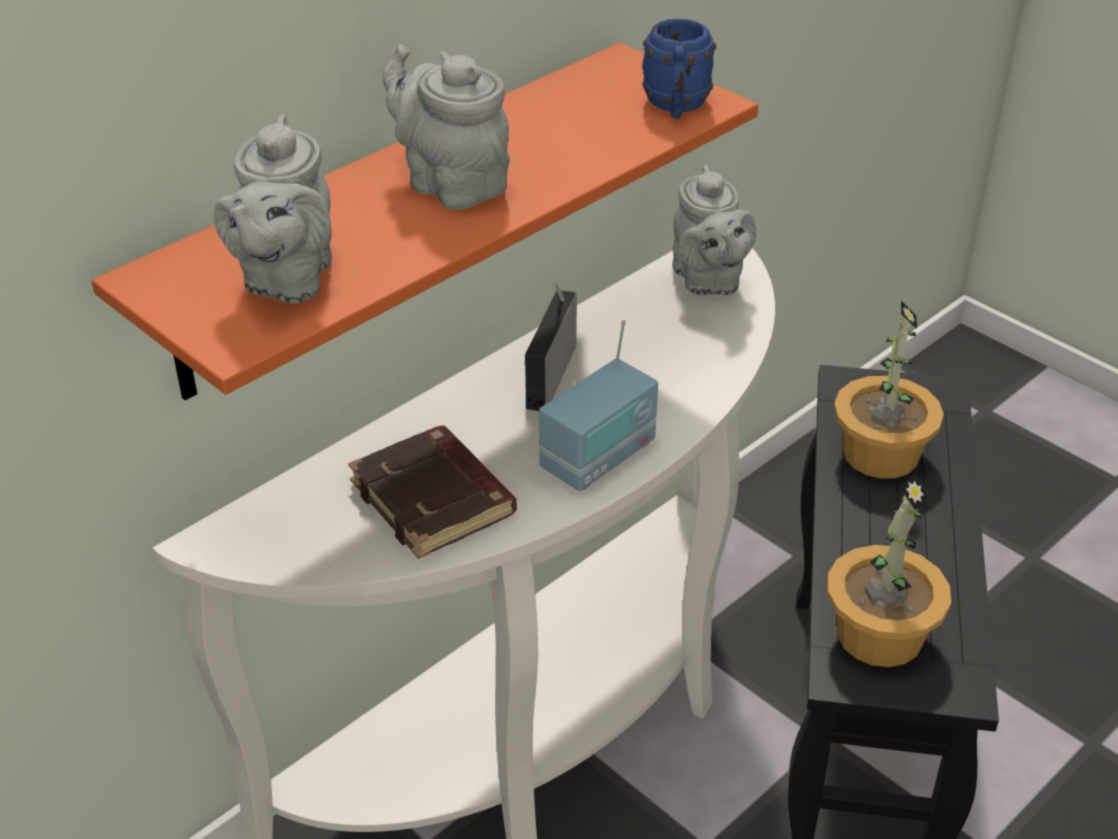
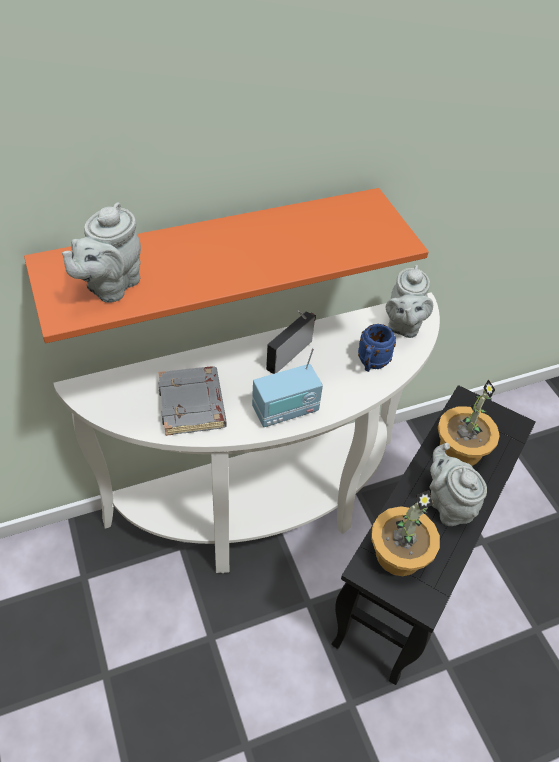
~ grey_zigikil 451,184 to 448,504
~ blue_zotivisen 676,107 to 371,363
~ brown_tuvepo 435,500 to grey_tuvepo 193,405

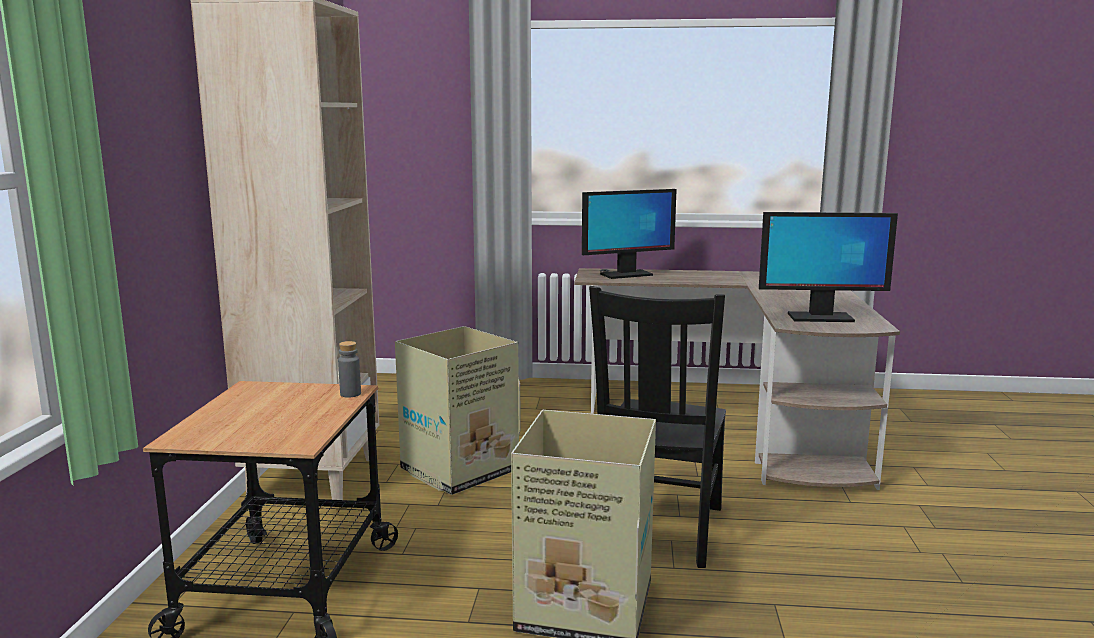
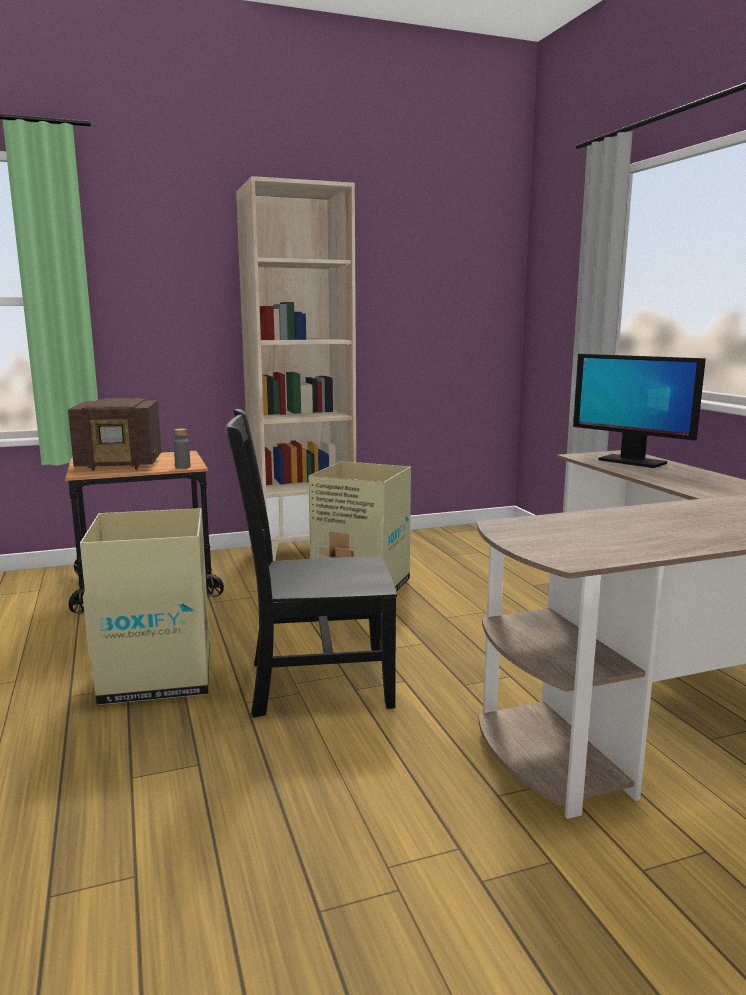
- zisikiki 819,318
+ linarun 122,464

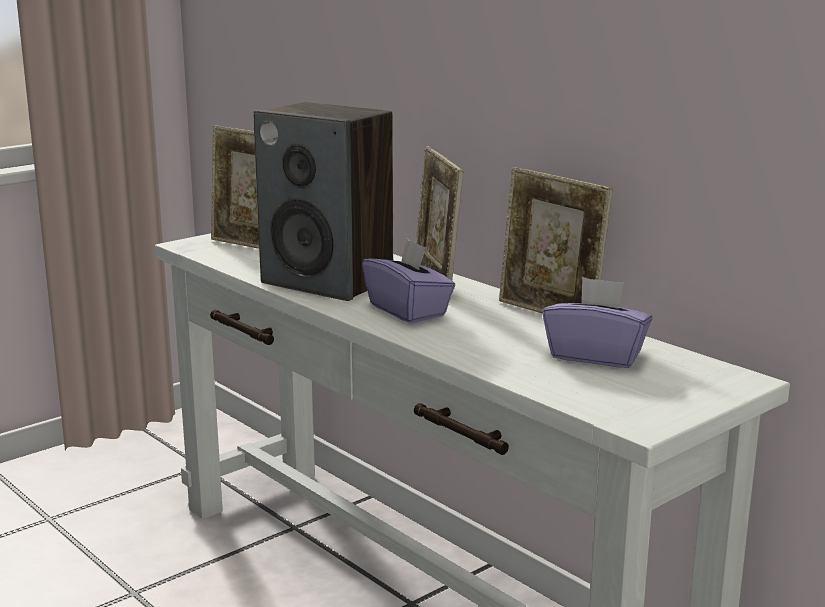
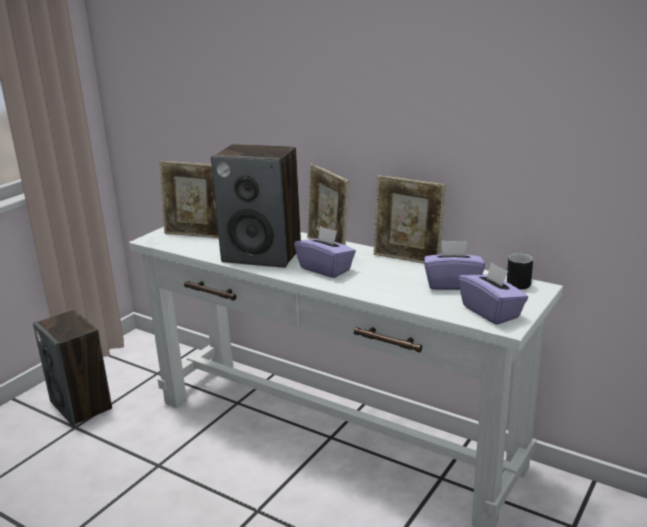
+ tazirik 81,405
+ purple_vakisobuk 491,312
+ black_zotivisen 519,283

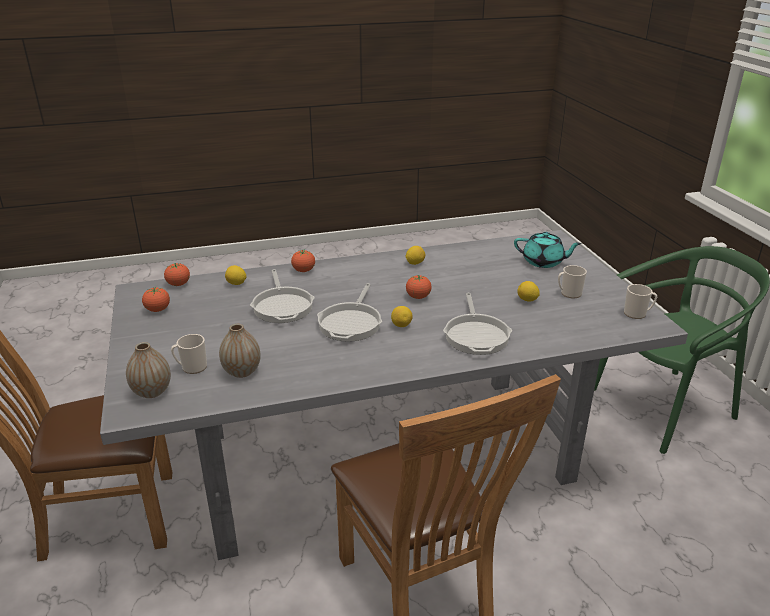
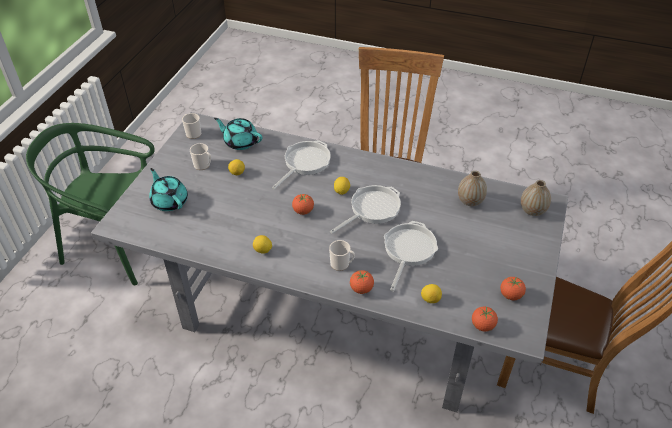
+ turquoise_zigikil 240,142
~ zotivisen 191,367 to 342,264

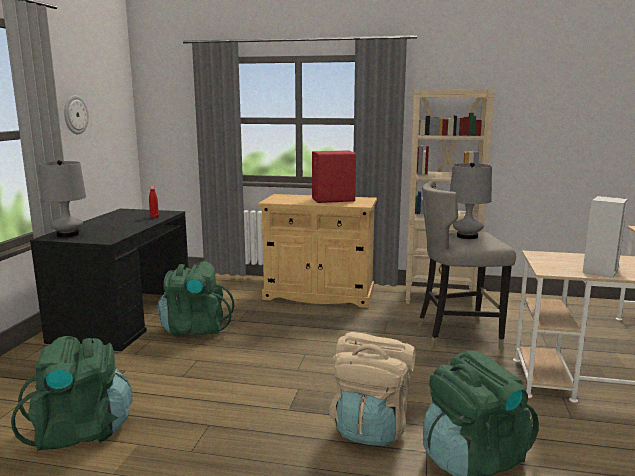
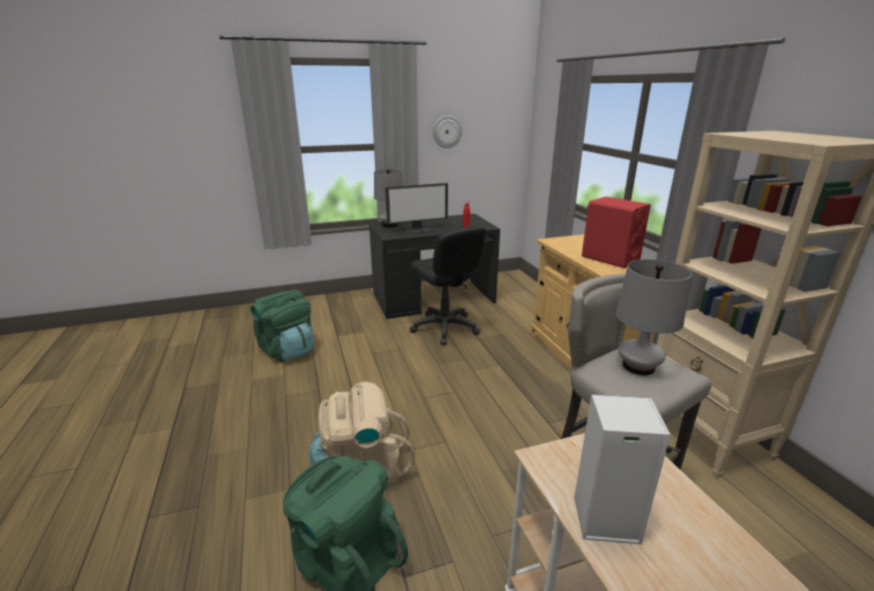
+ zisikiki 418,229
~ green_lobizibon 195,328 to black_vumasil 445,328

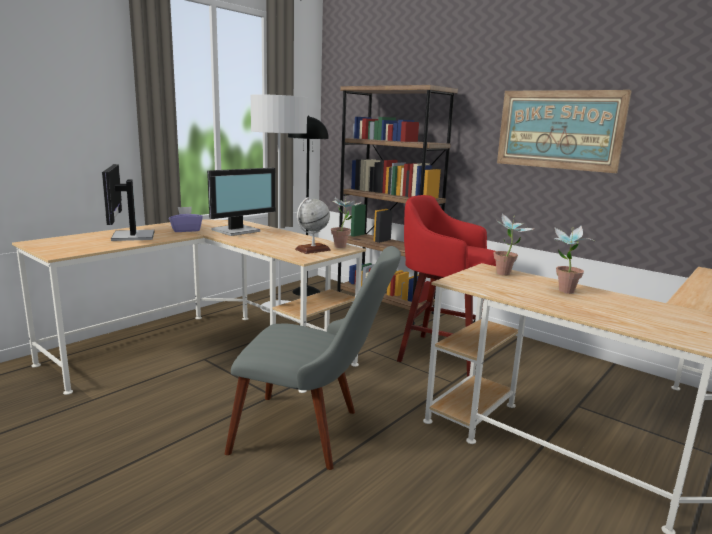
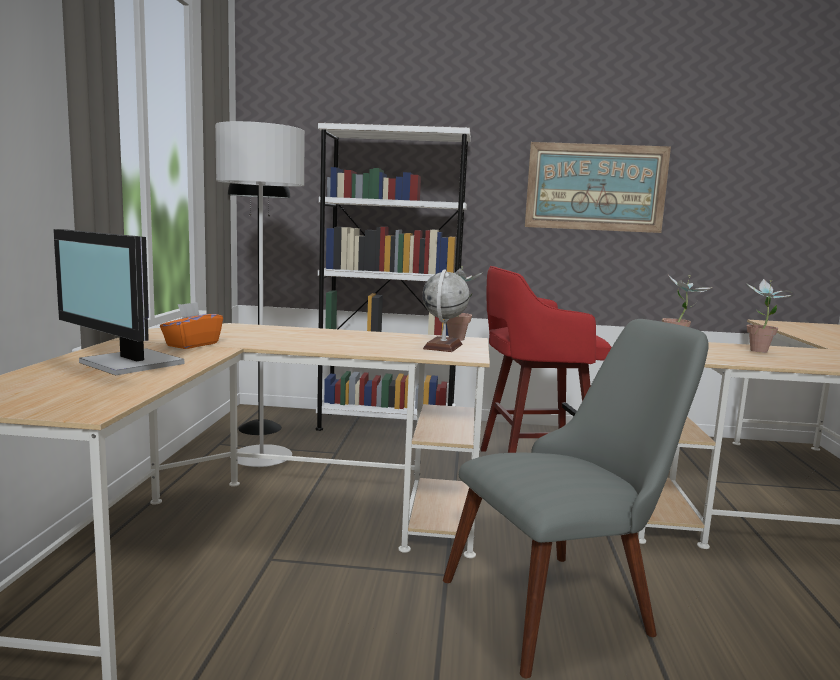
- zisikiki 237,231
~ purple_vakisobuk 186,230 to orange_vakisobuk 192,344
~ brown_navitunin 385,306 to white_navitunin 387,425

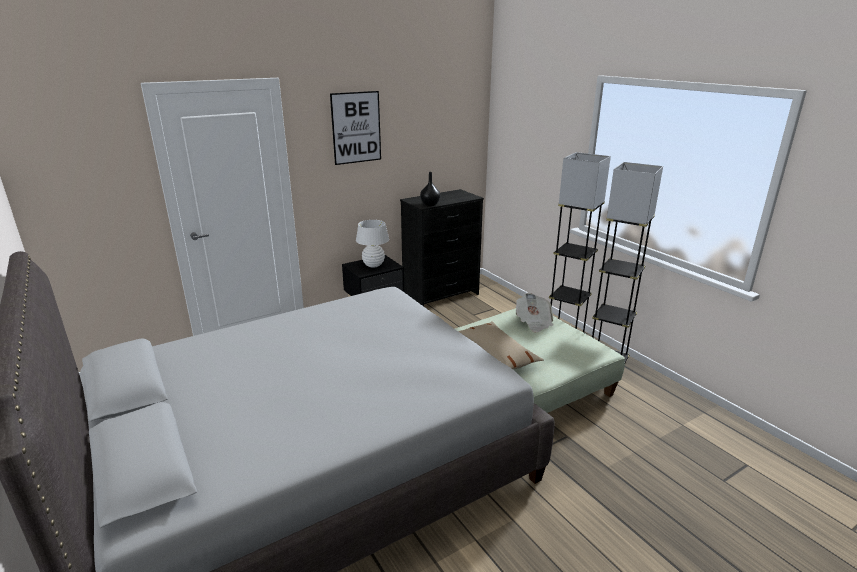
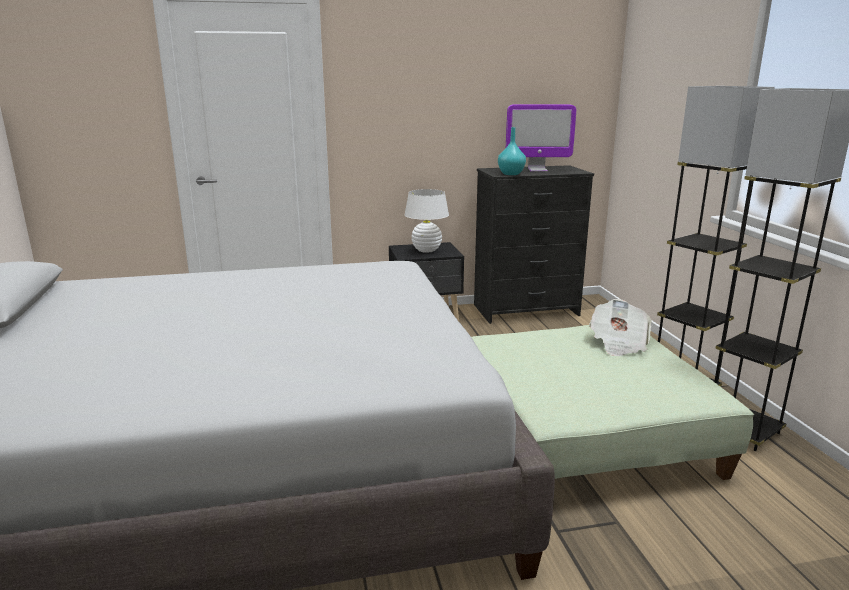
- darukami 356,127
- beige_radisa 498,353
+ zisikiki 537,170
~ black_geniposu 430,204 to turquoise_geniposu 511,174

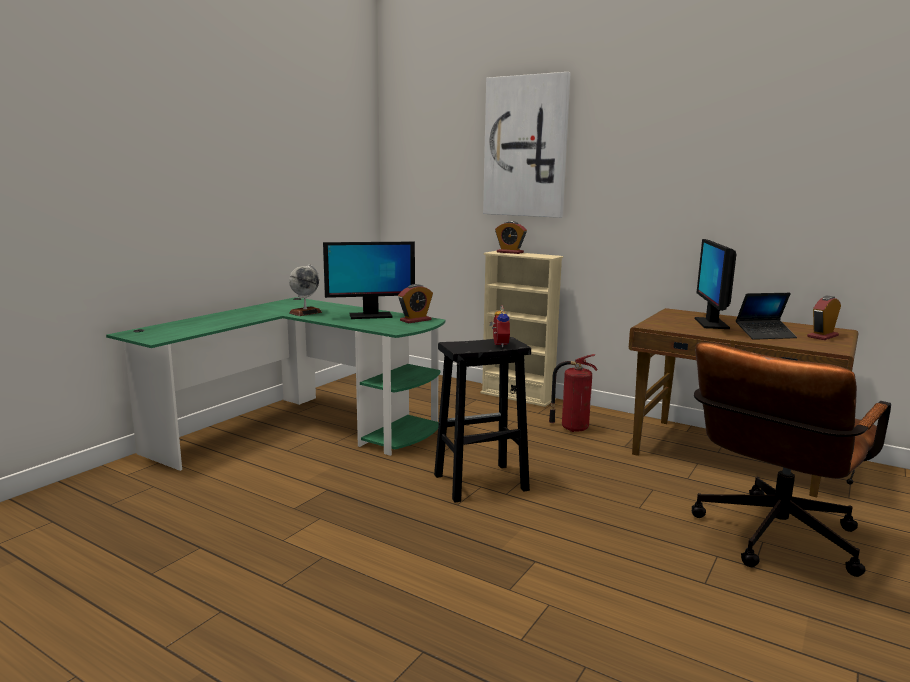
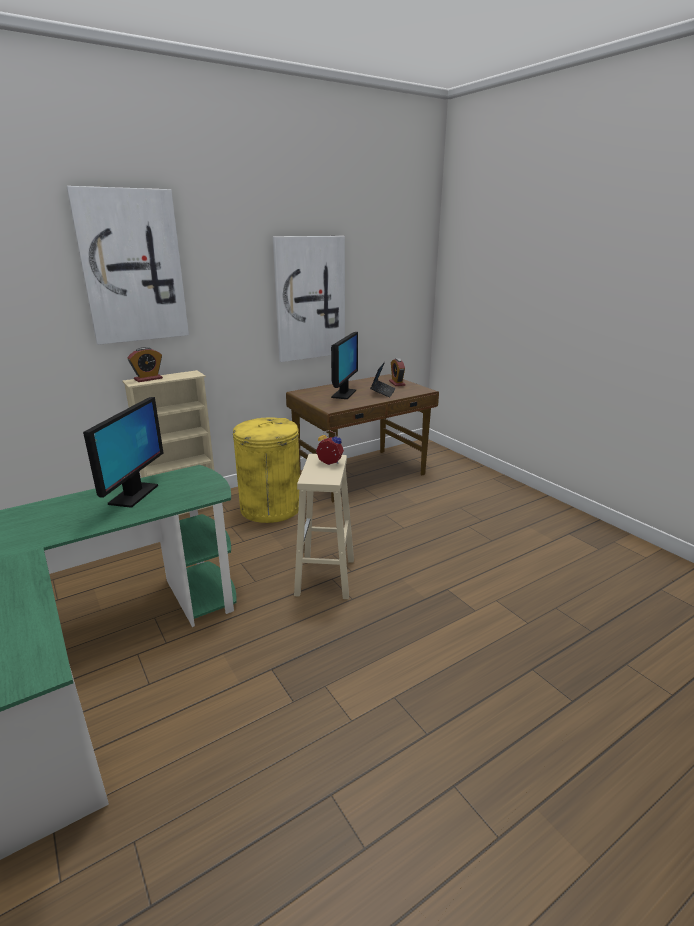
- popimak 305,312
- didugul 415,320
- brown_vumasil 771,540
+ darukami 309,299
~ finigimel 572,428 to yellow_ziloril 271,507
~ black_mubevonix 479,483 to beige_mubevonix 325,578
~ zisikiki 711,323 = 343,394 105 degrees counterclockwise

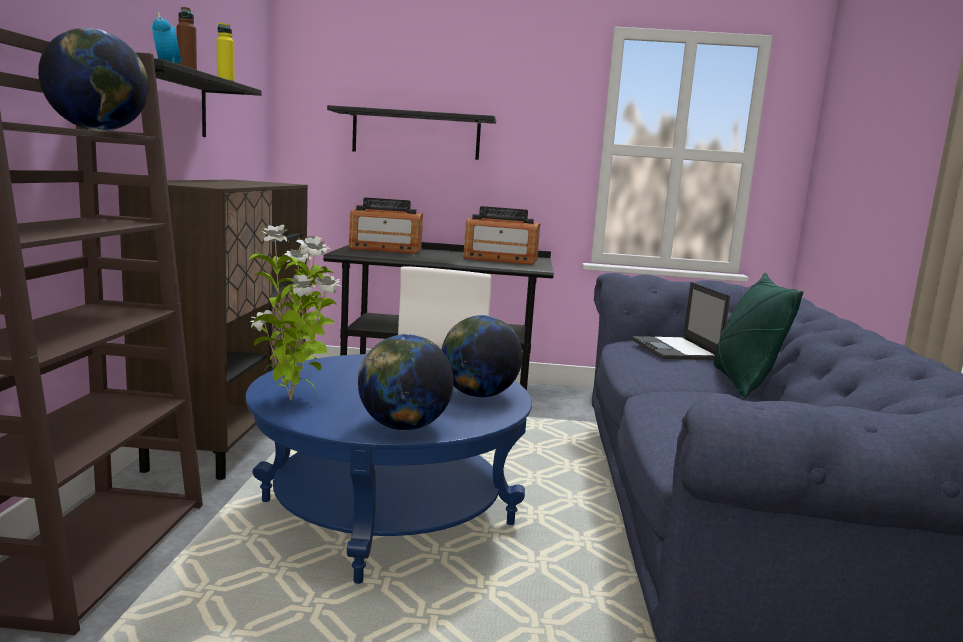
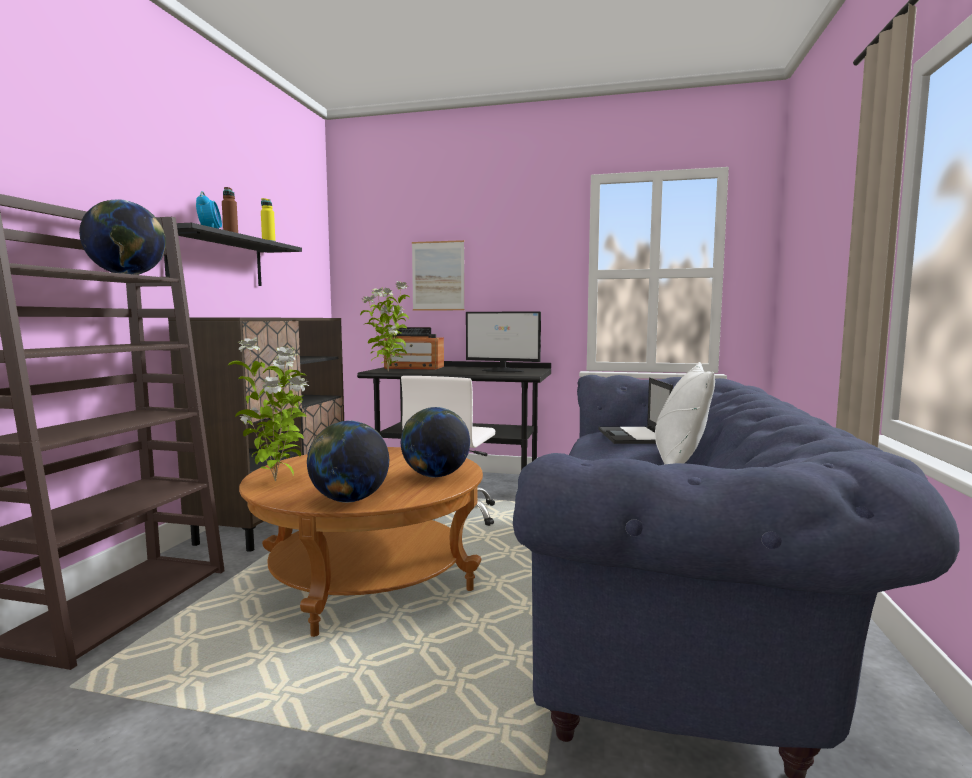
+ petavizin 388,371
~ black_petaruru 416,134 to darukami 438,276
~ linarun 500,259 to zisikiki 503,370
~ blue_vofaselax 387,513 to brown_vofaselax 369,579
~ green_radisa 742,383 to white_radisa 679,462

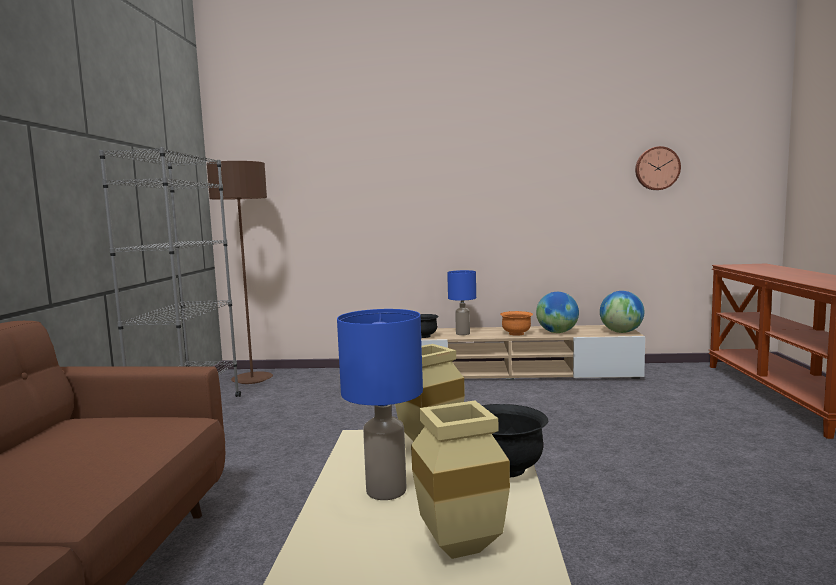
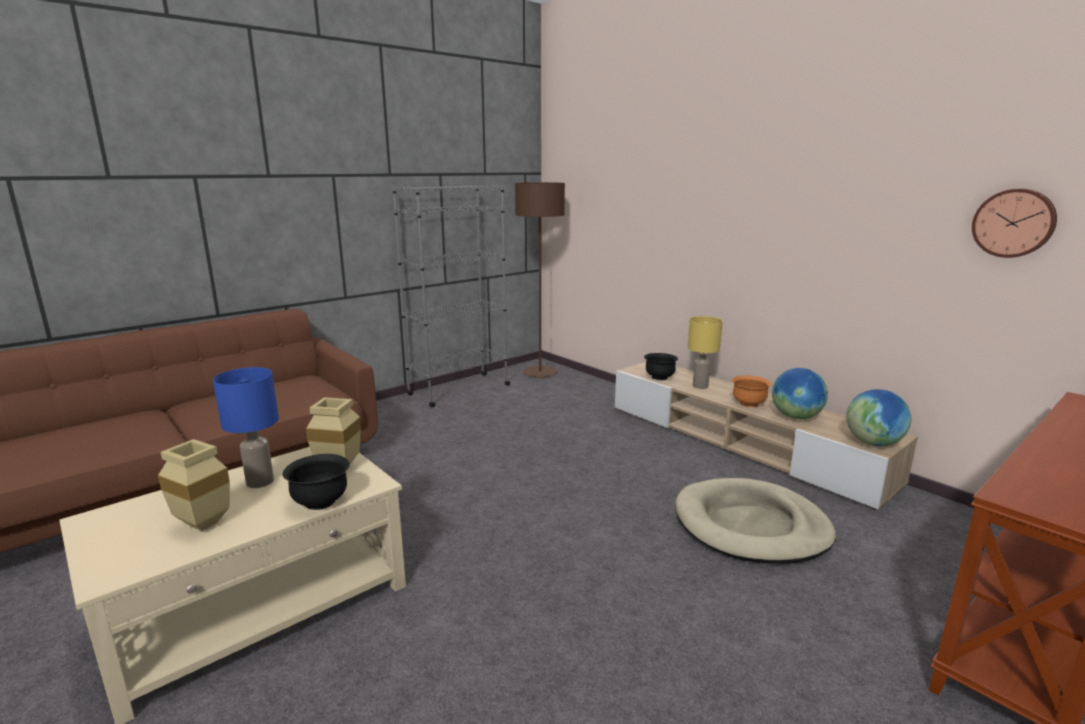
+ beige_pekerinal 751,526
~ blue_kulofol 463,333 to yellow_kulofol 700,386

